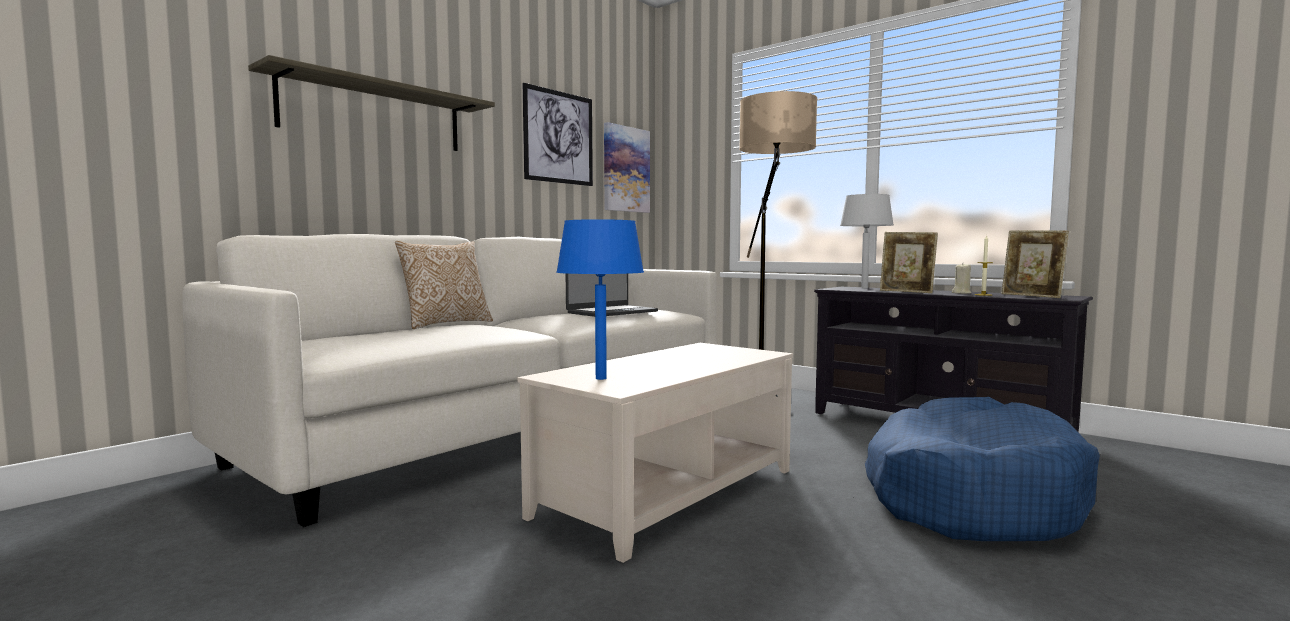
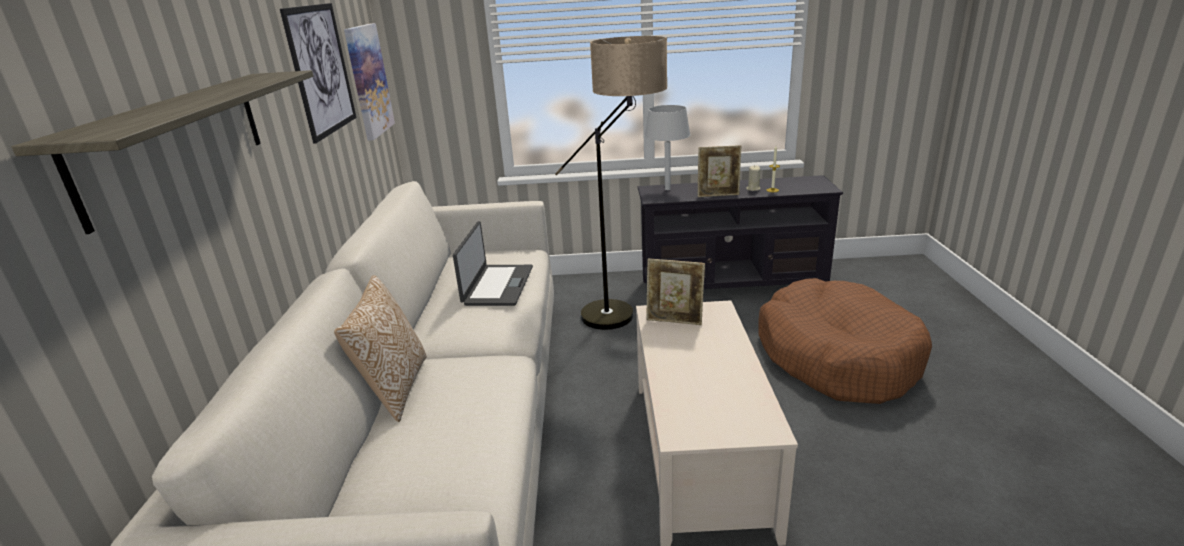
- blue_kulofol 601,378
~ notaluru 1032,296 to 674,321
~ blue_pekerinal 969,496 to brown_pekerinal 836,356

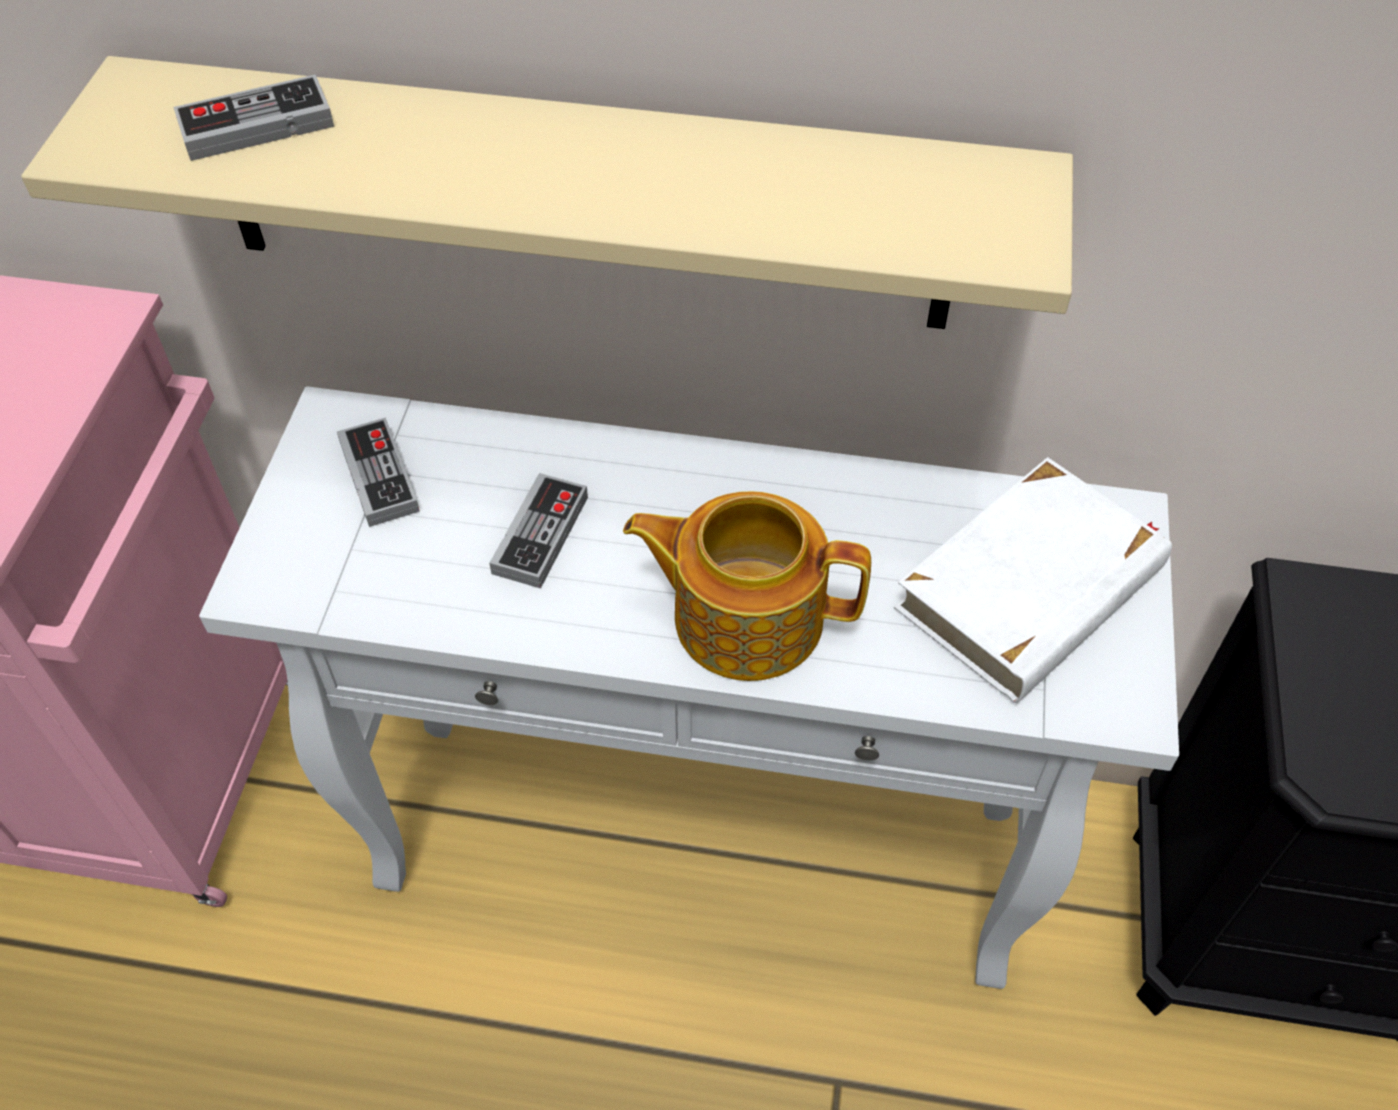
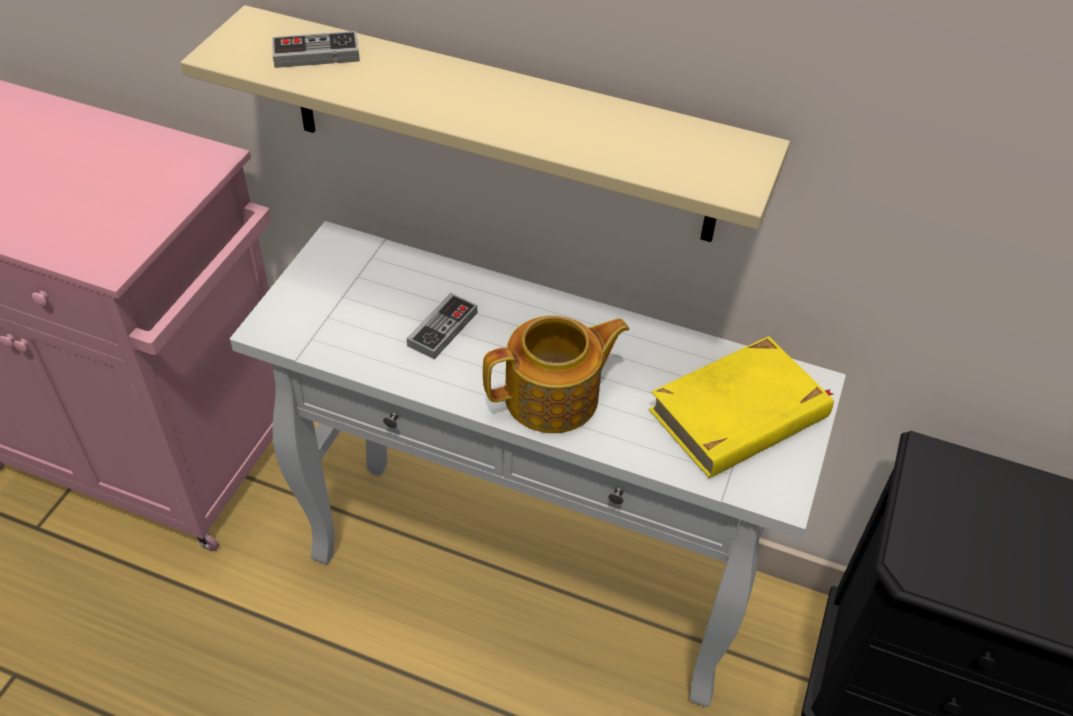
- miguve 379,476
~ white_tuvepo 1032,589 to yellow_tuvepo 740,414
~ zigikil 745,616 = 554,397 135 degrees clockwise

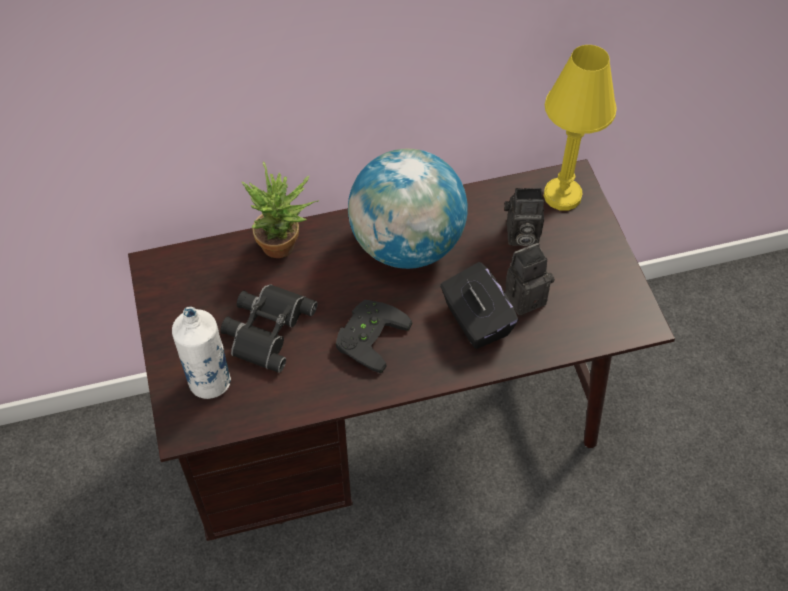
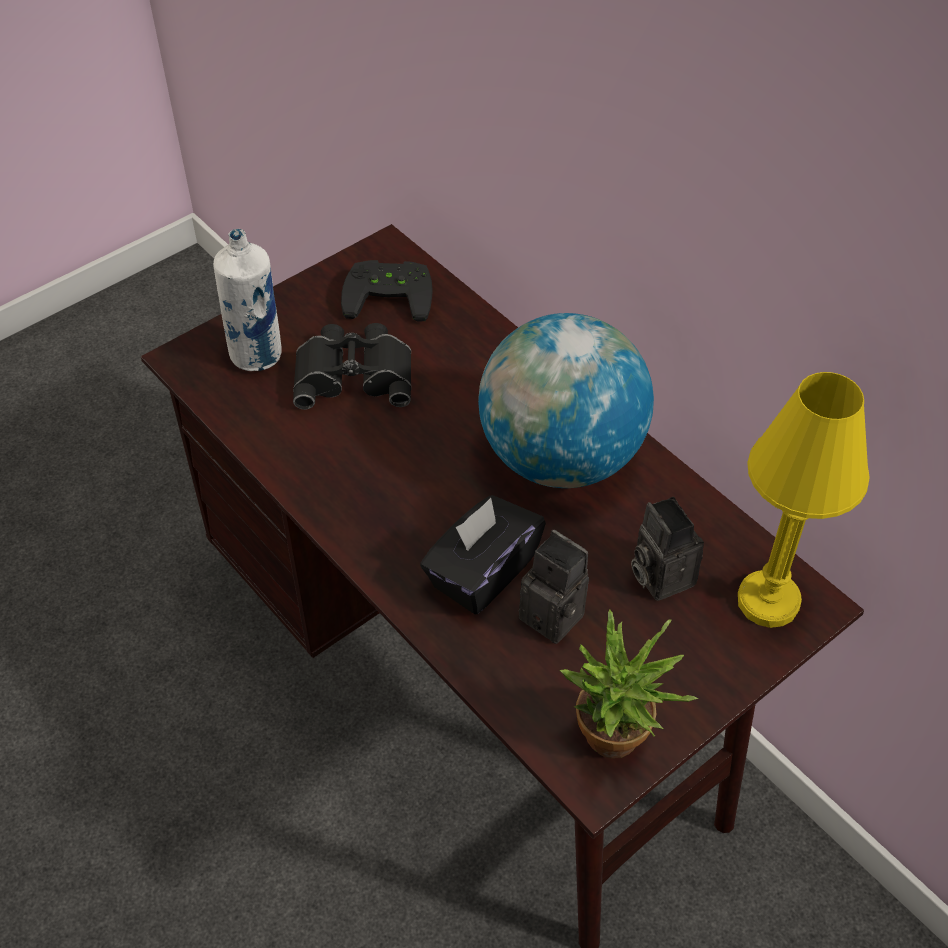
~ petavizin 285,247 to 615,745
~ black_miguve 368,335 to 390,293

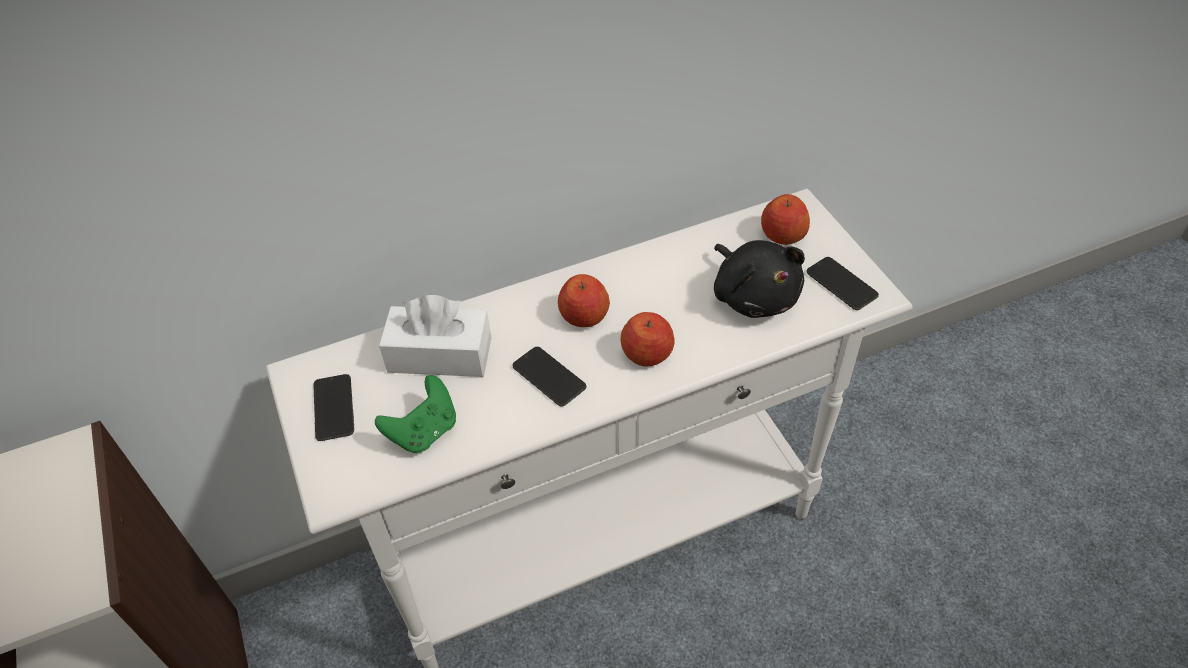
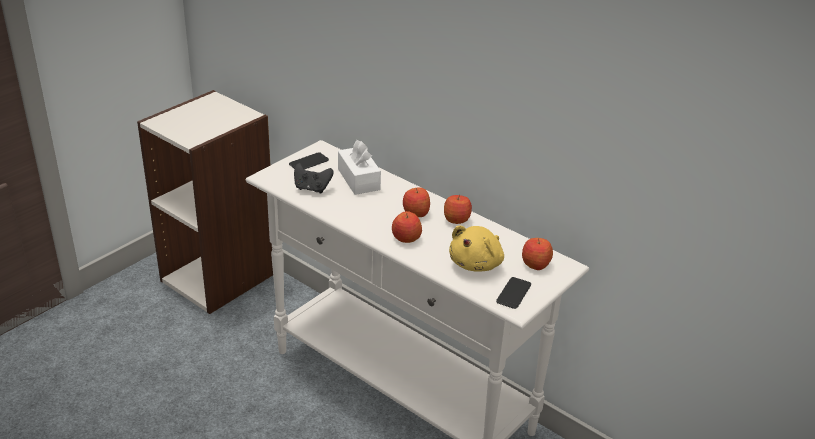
- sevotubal 549,377
+ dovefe 456,219
~ green_miguve 424,432 to black_miguve 312,188
~ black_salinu 754,295 to yellow_salinu 477,263

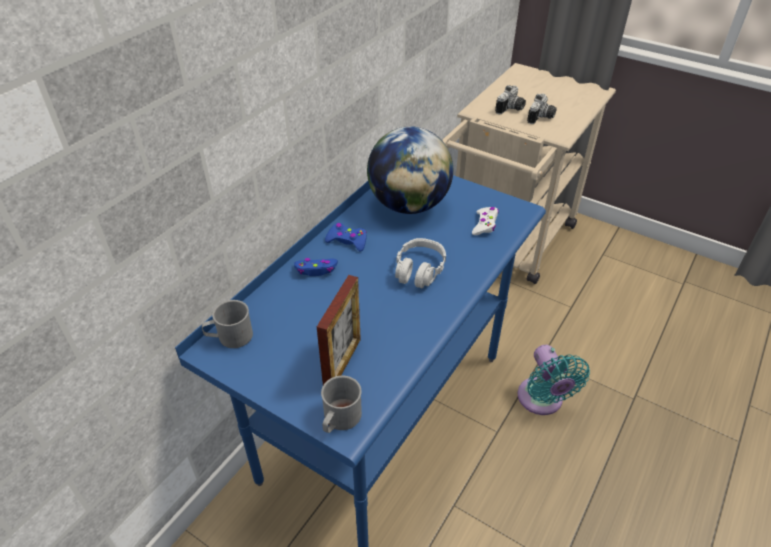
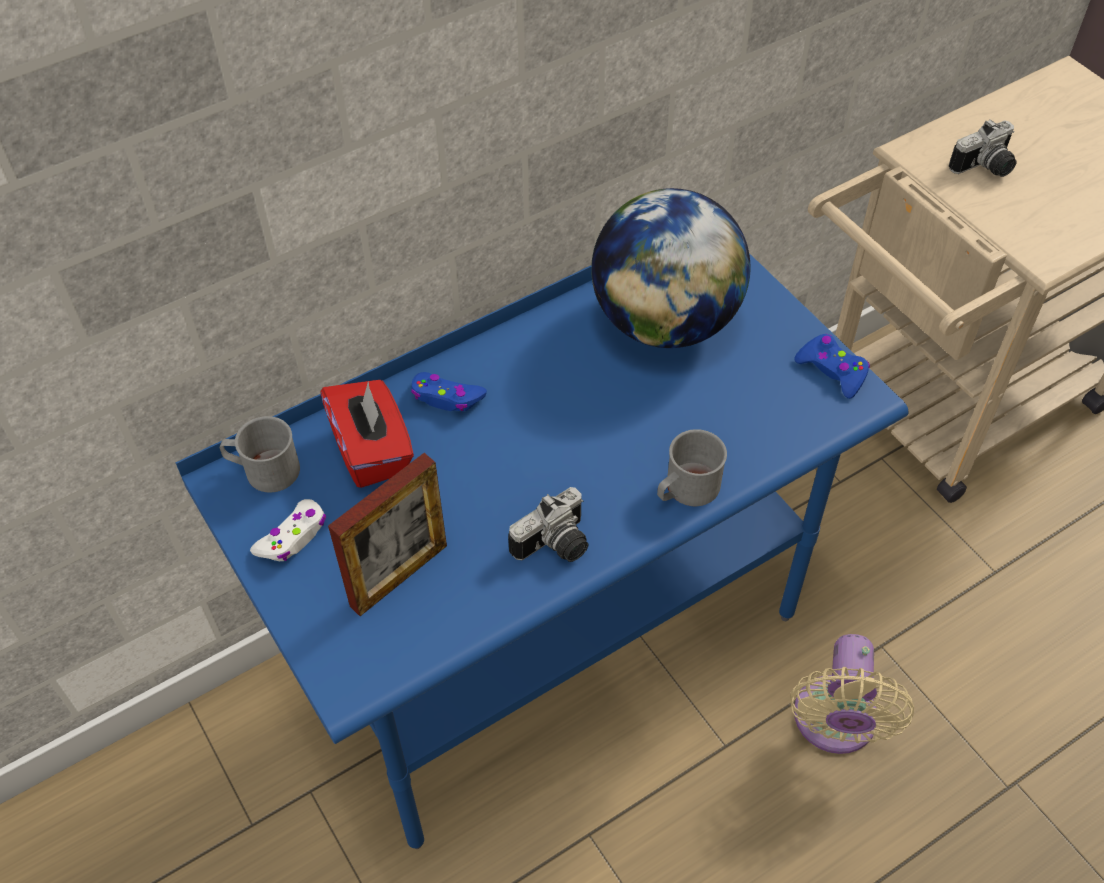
- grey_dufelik 419,270
+ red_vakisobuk 372,450
~ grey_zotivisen 339,419 to 686,490
~ blue_miguve 347,241 to 832,370
~ white_miguve 485,225 to 293,537
~ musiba 542,118 to 556,546
~ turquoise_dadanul 542,401 to beige_dadanul 834,724

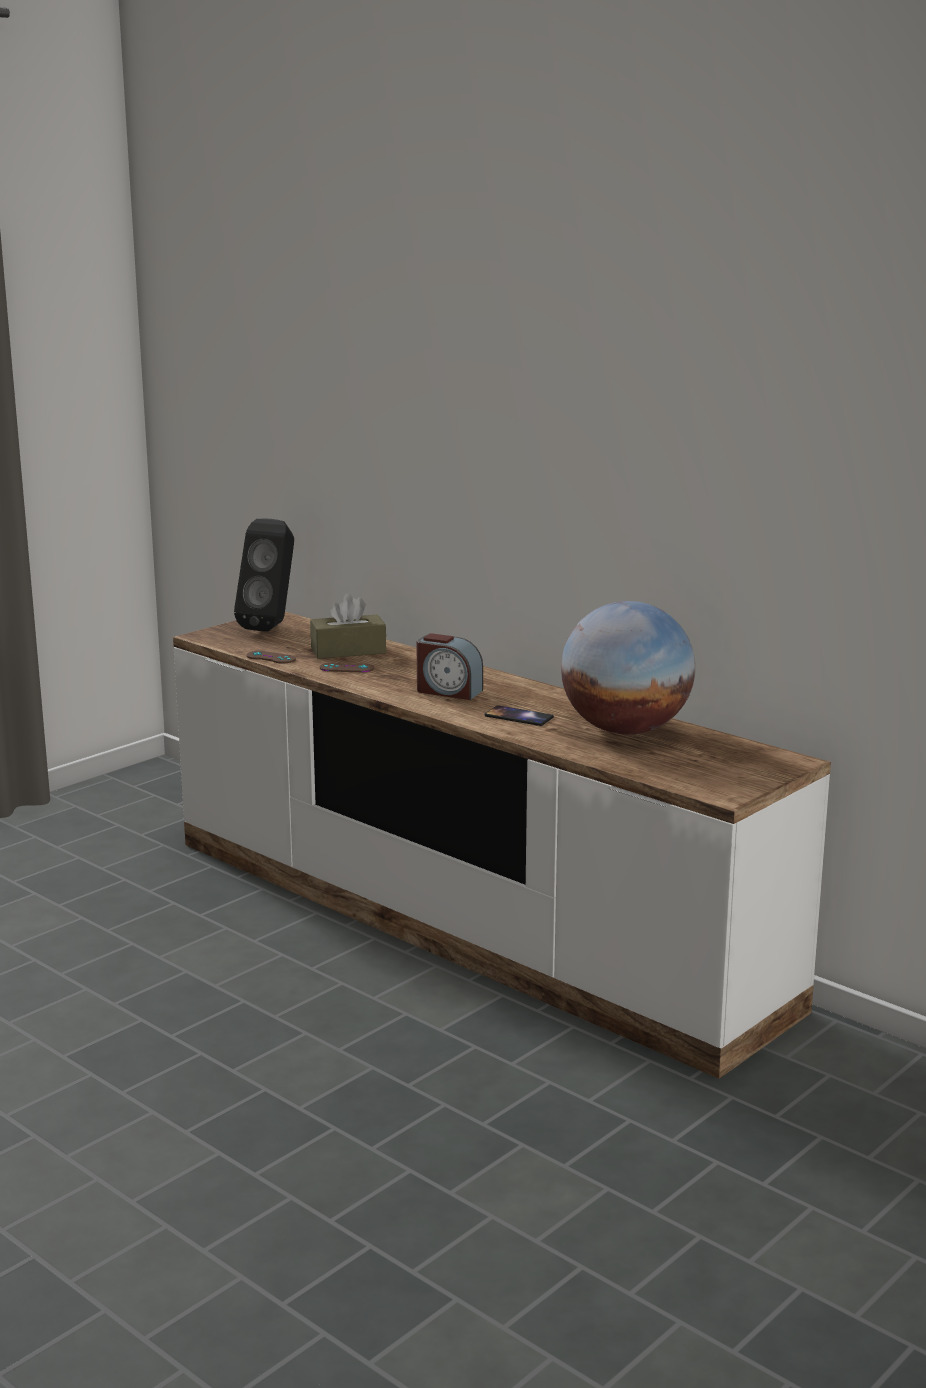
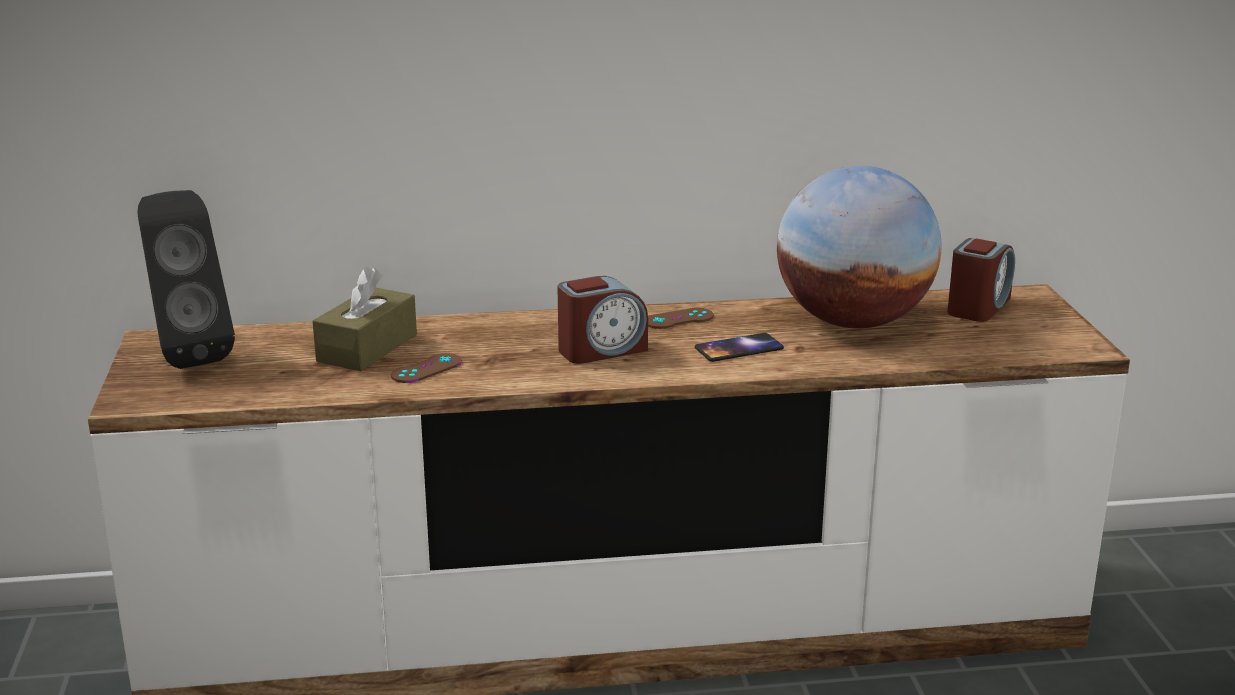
+ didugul 978,306
~ brown_miguve 271,657 to 678,319

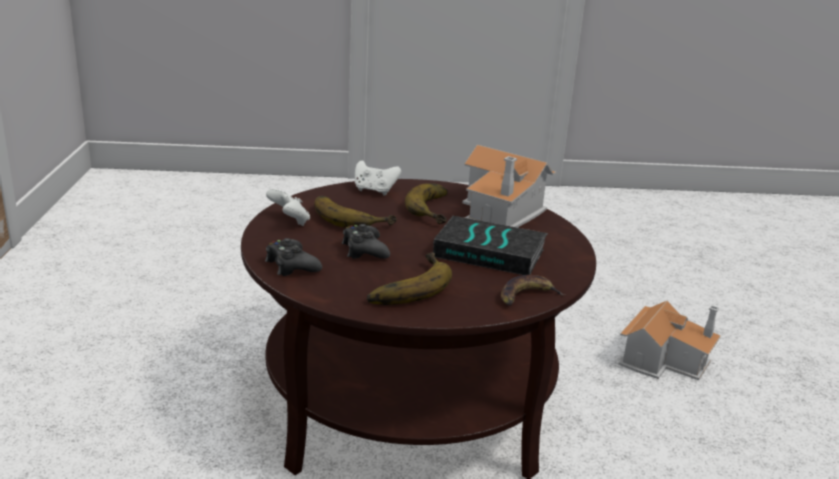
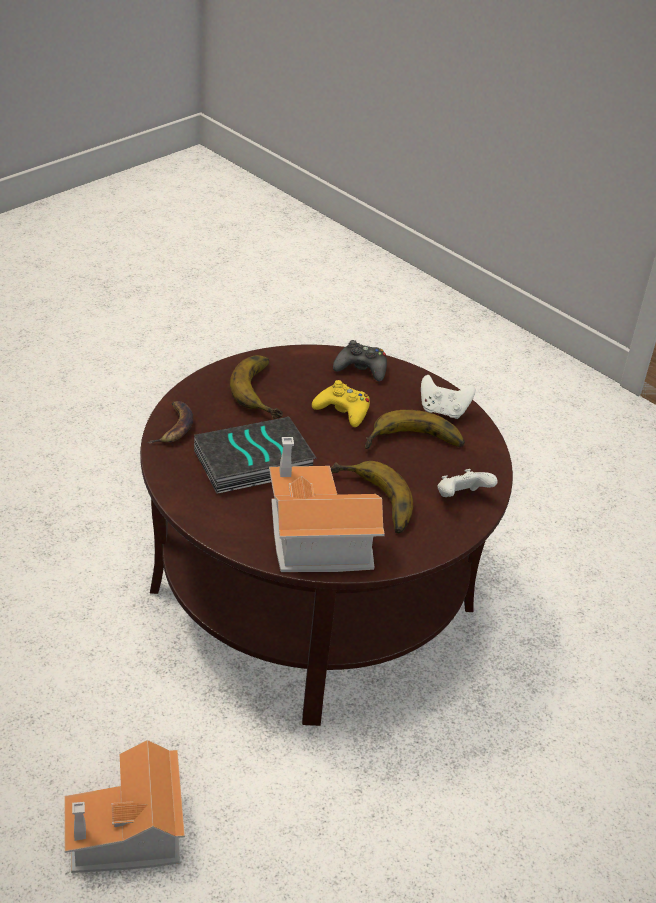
~ black_miguve 364,250 to yellow_miguve 343,411

